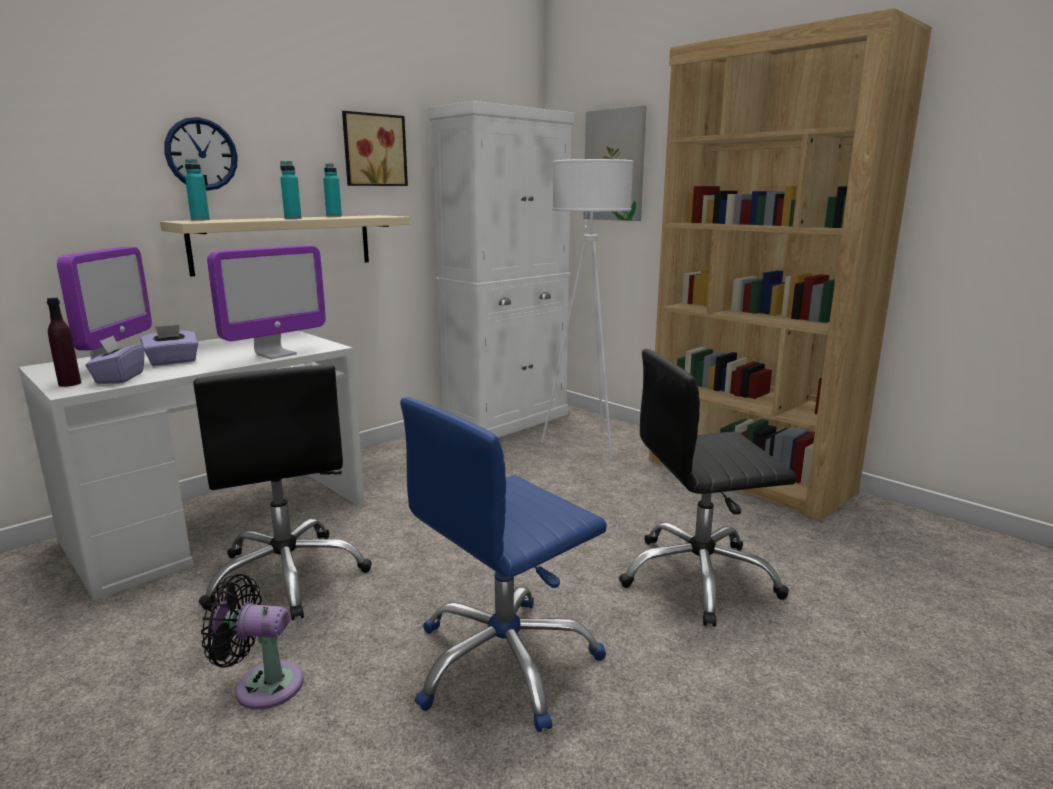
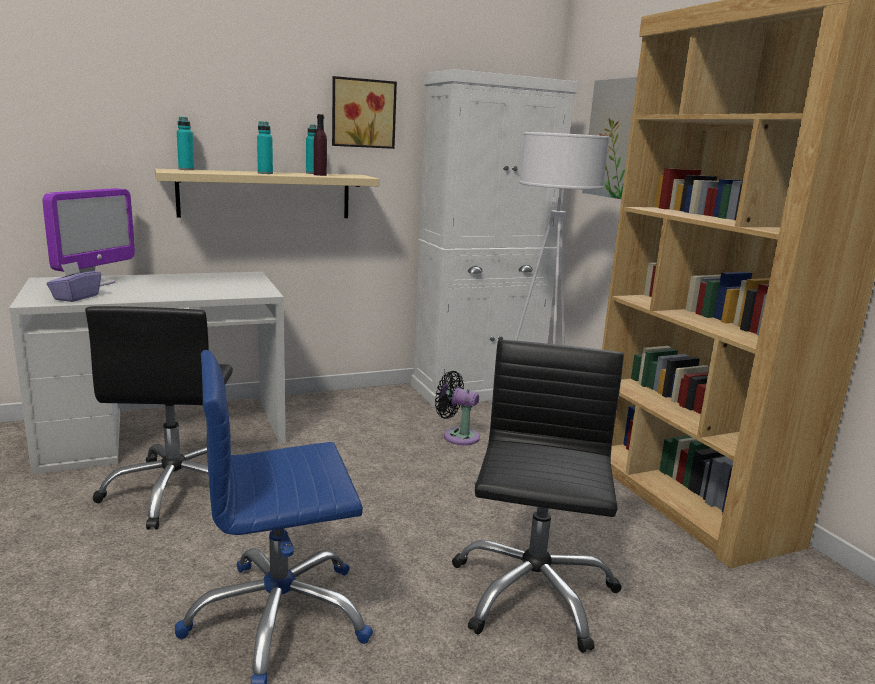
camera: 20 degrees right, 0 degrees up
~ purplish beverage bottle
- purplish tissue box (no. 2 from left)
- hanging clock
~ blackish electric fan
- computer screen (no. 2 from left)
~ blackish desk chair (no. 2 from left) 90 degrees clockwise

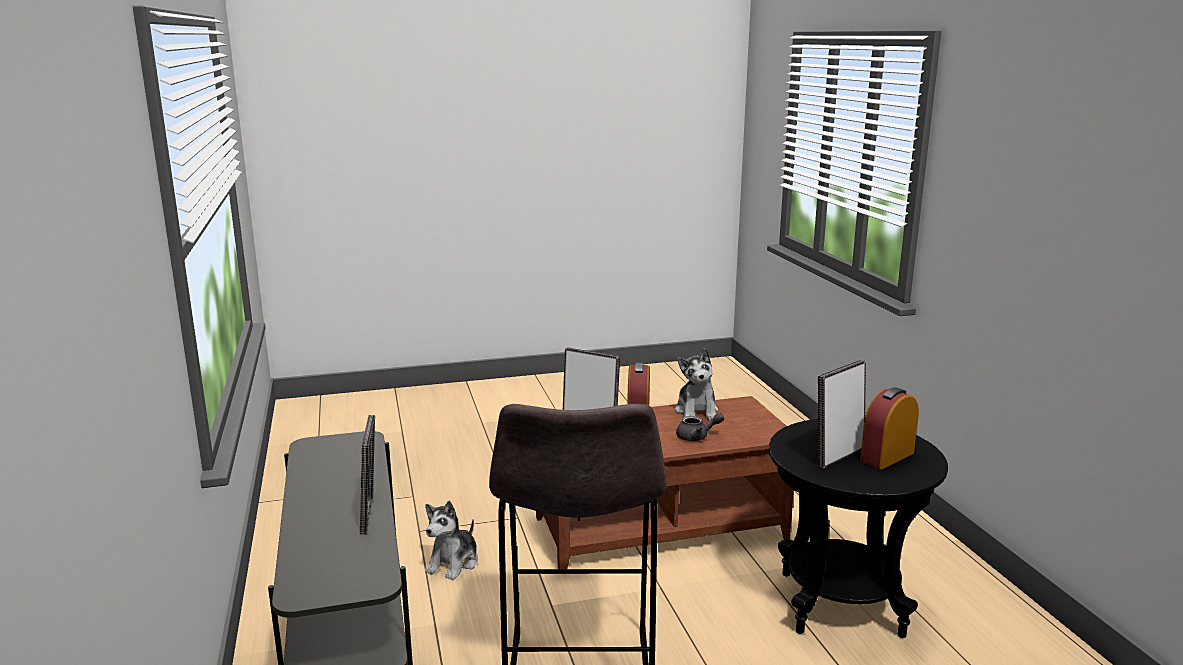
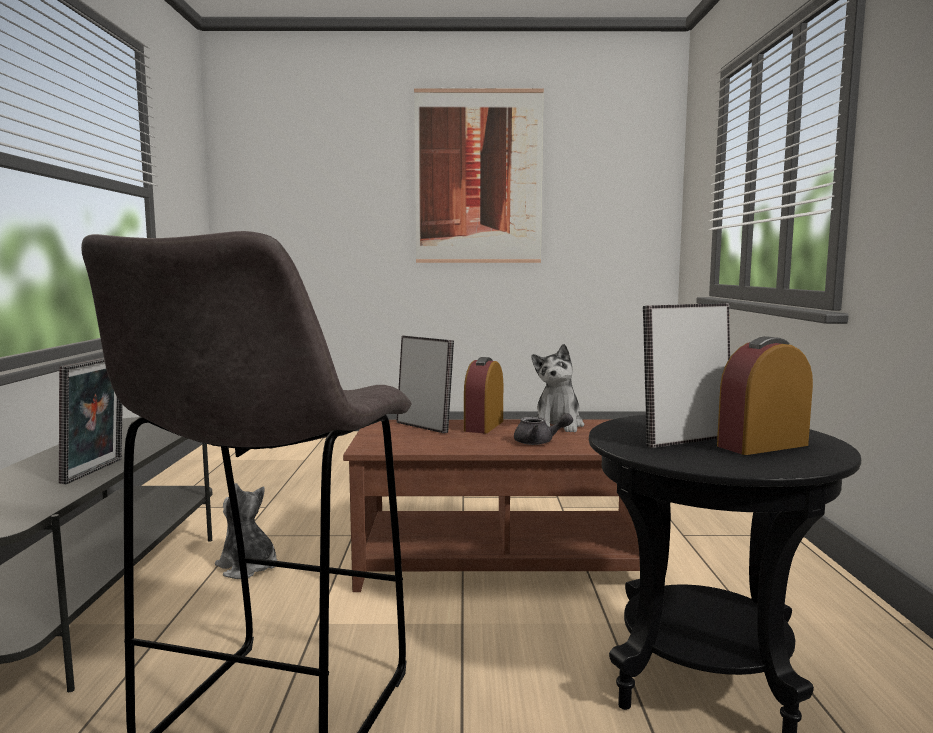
camera: 15 degrees right, 10 degrees down
~ plush toy (no. 1 from left) 90 degrees clockwise
+ wall picture

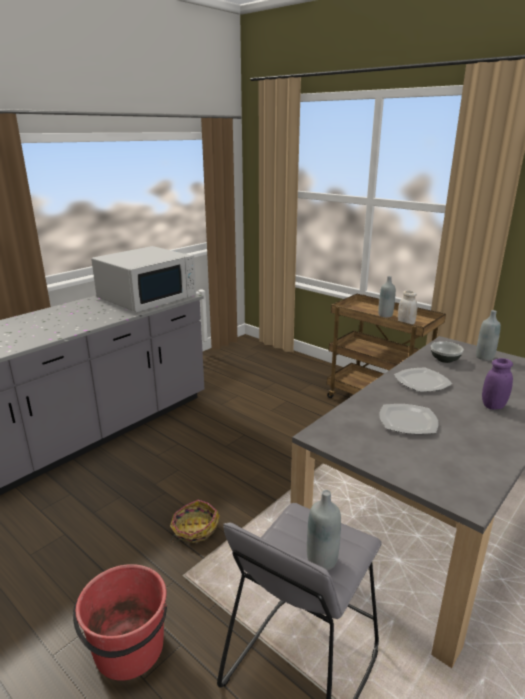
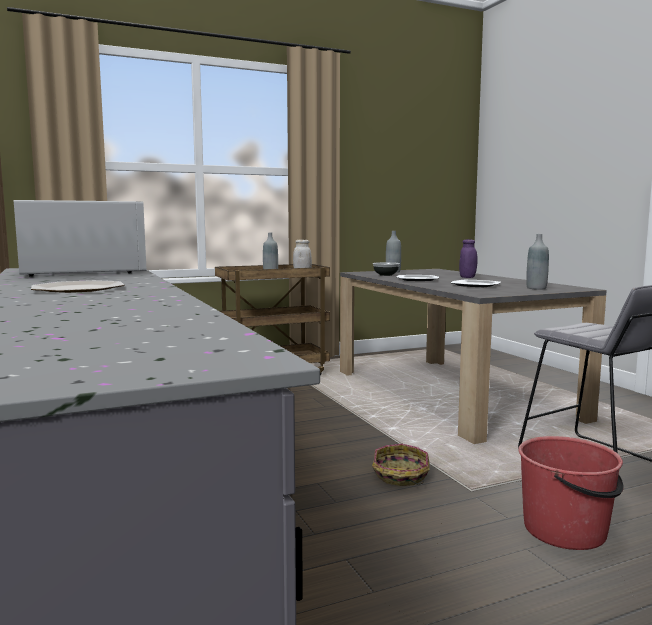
camera: 65 degrees left, 15 degrees down
~ greyish beverage bottle (no. 1 from left in the first image) to greyish beverage bottle (no. 3 from left)
+ dinner plate (no. 1 from left)

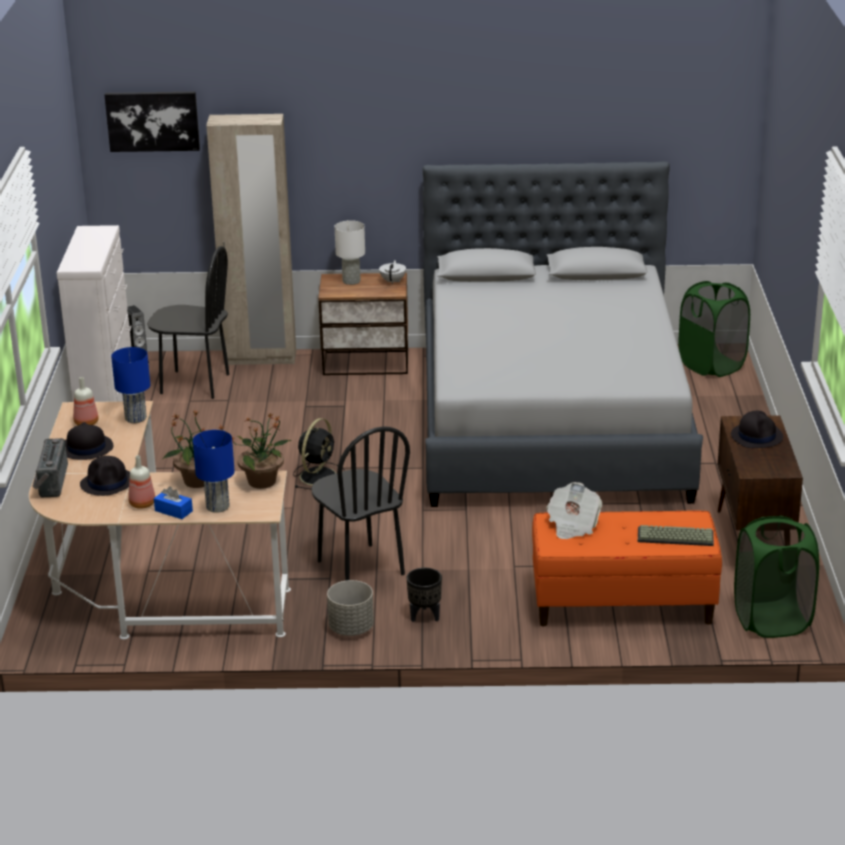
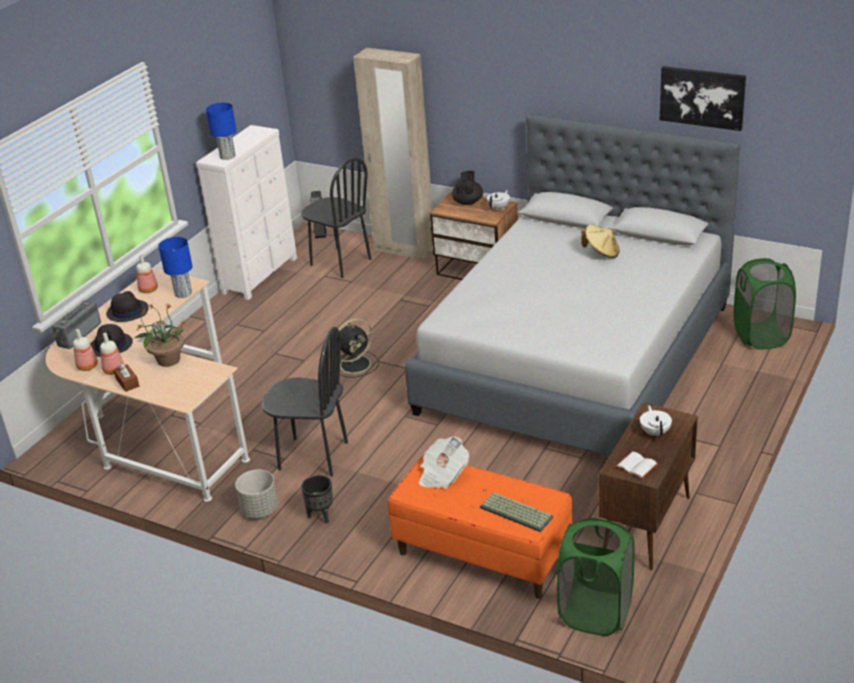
camera: 30 degrees right, 5 degrees up
~ wall picture
~ blue tissue box to brownish tissue box
~ blue tabletop lamp (no. 2 from left)
- plant in a pot (no. 2 from left)
~ blackish plain chair (no. 2 from left in the first image) 75 degrees counterclockwise
~ white tabletop lamp to blackish pot for tea
~ blackish hat (no. 3 from left) to white pot for tea (no. 2 from left)
+ beverage bottle (no. 1 from left)
+ sand-coloured hat
+ white bound book

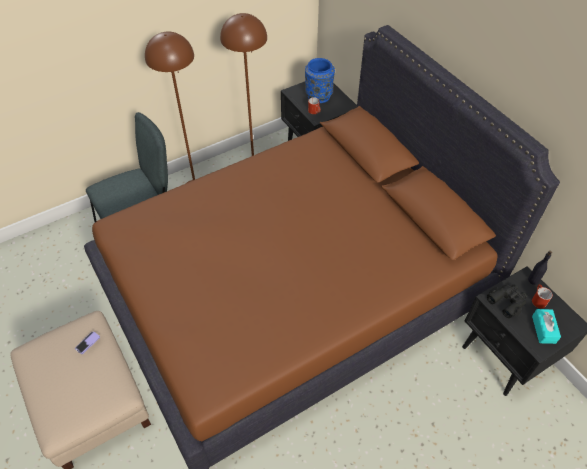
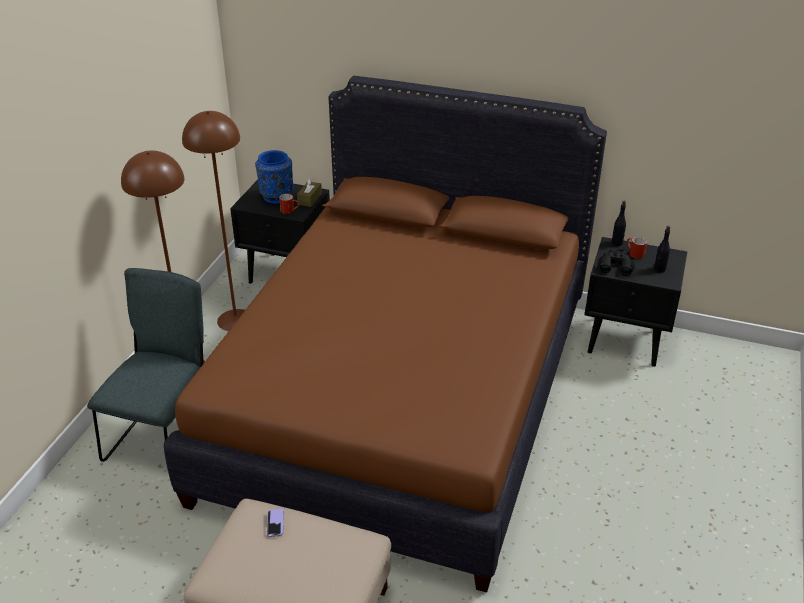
camera: 40 degrees left, 15 degrees down
~ turquoise-coloured tissue box to blackish beverage bottle (no. 2 from left)
+ brownish tissue box

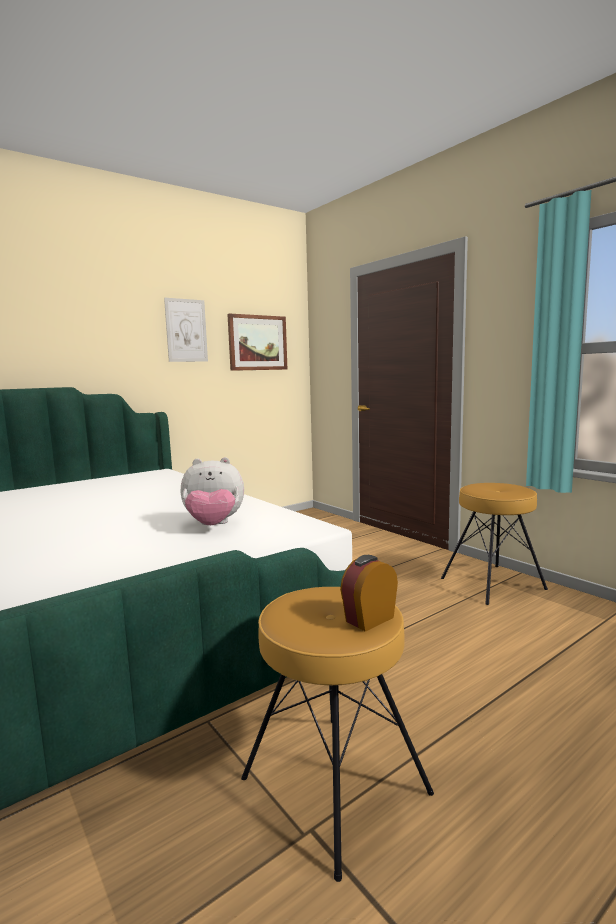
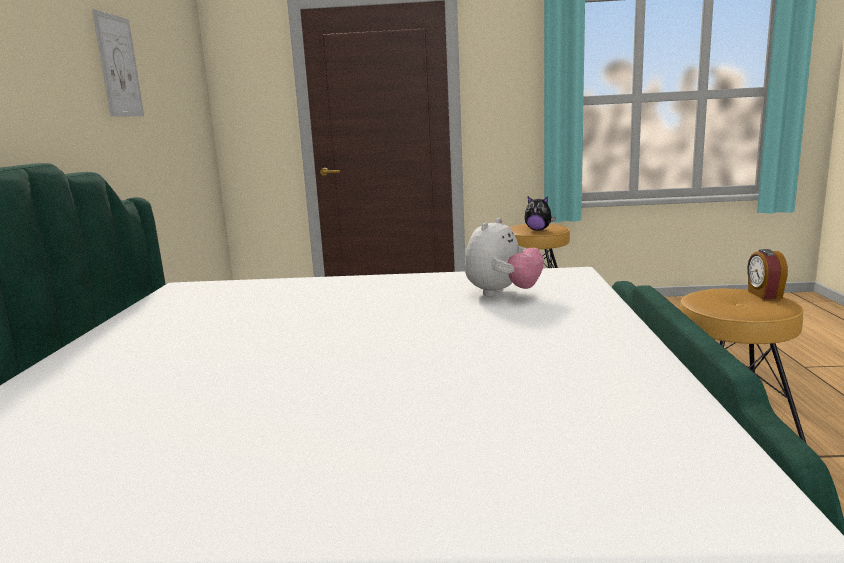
camera: 50 degrees left, 5 degrees up
- wall picture (no. 2 from left)
+ plush toy (no. 2 from left)

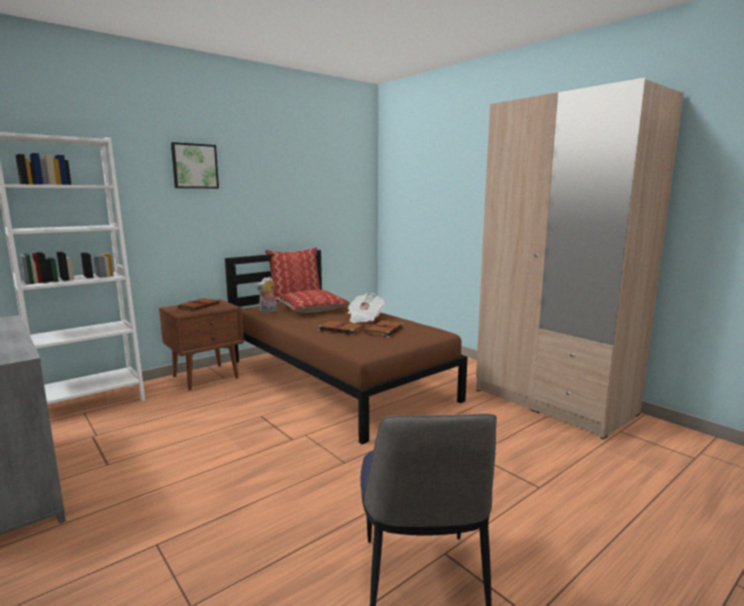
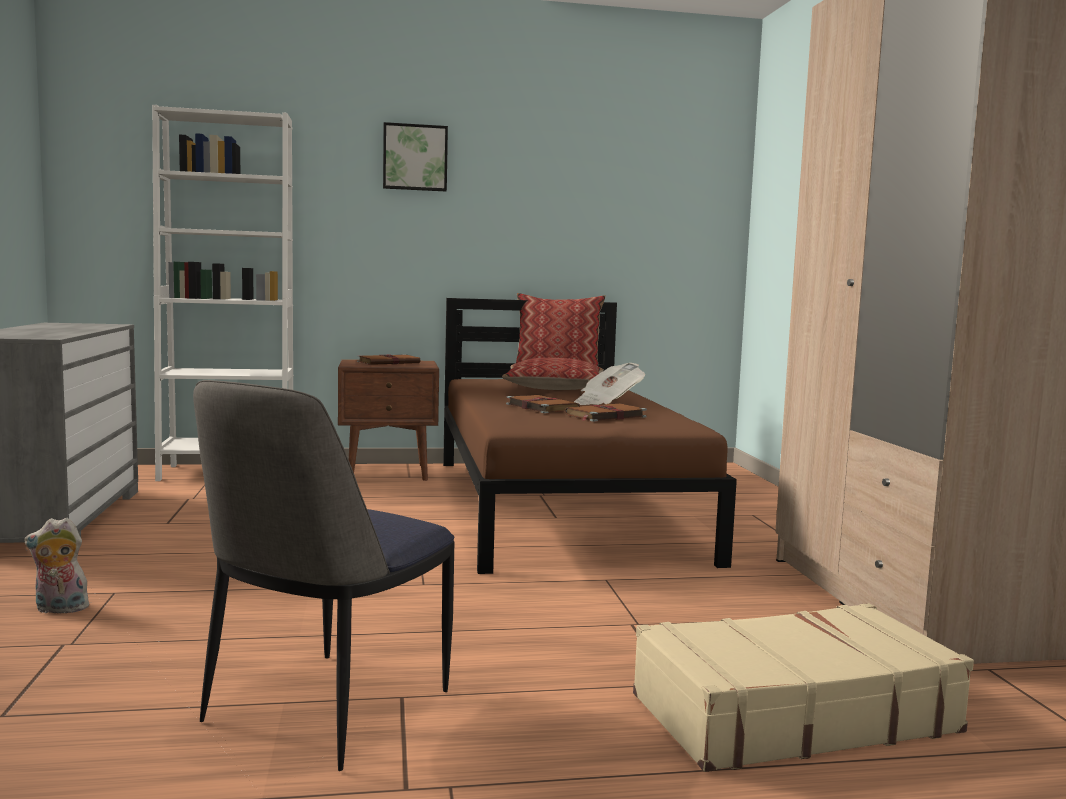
camera: 30 degrees right, 5 degrees down
~ plush toy
+ sand-coloured piece of luggage

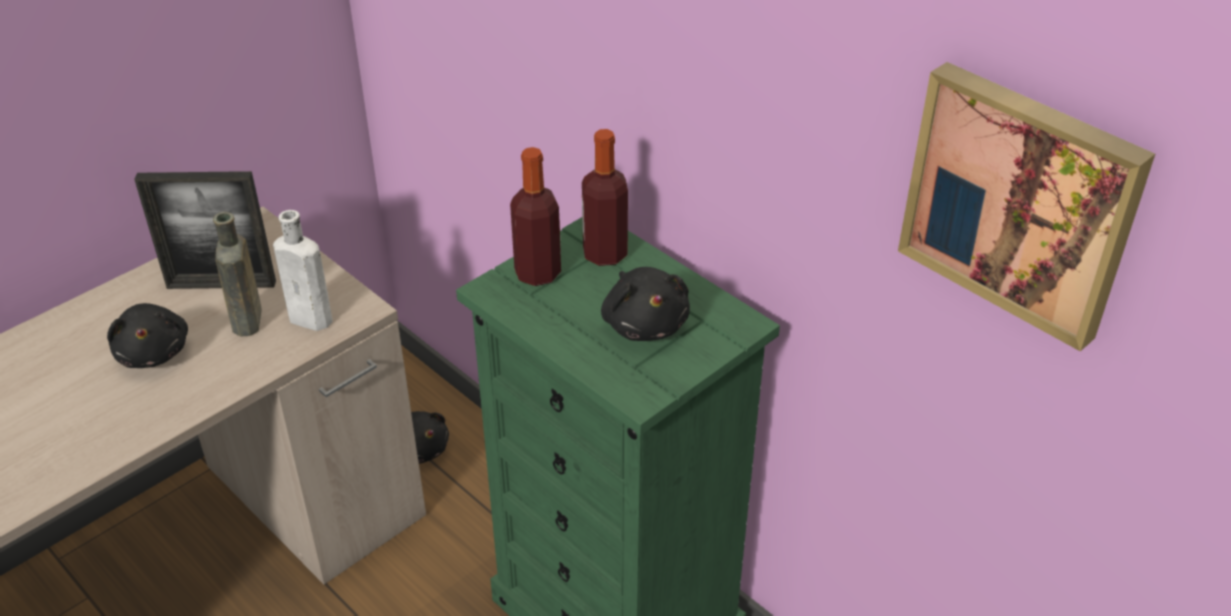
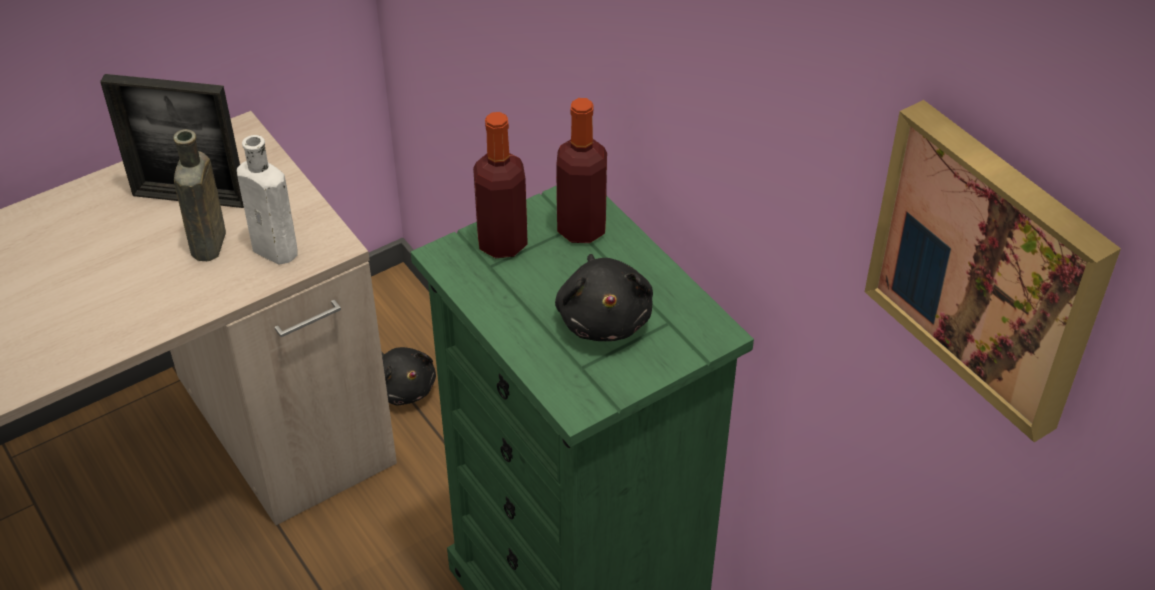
camera: 10 degrees right, 5 degrees up
- blackish plush toy (no. 1 from left)

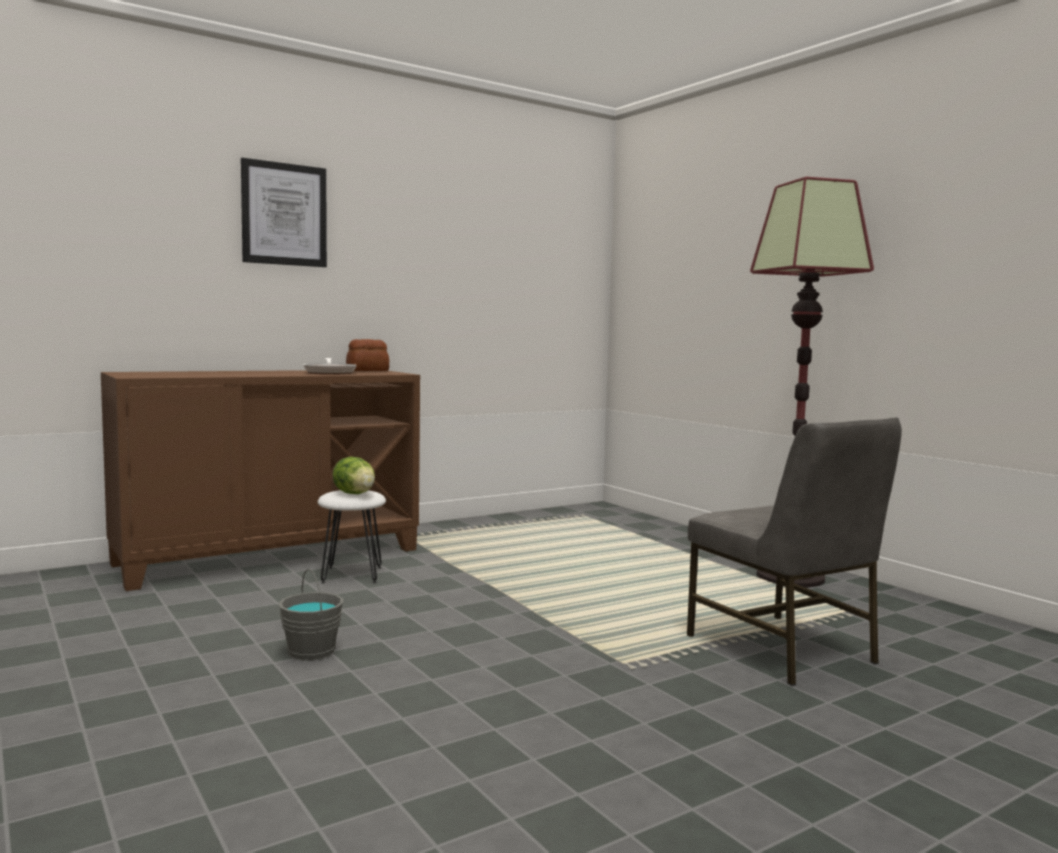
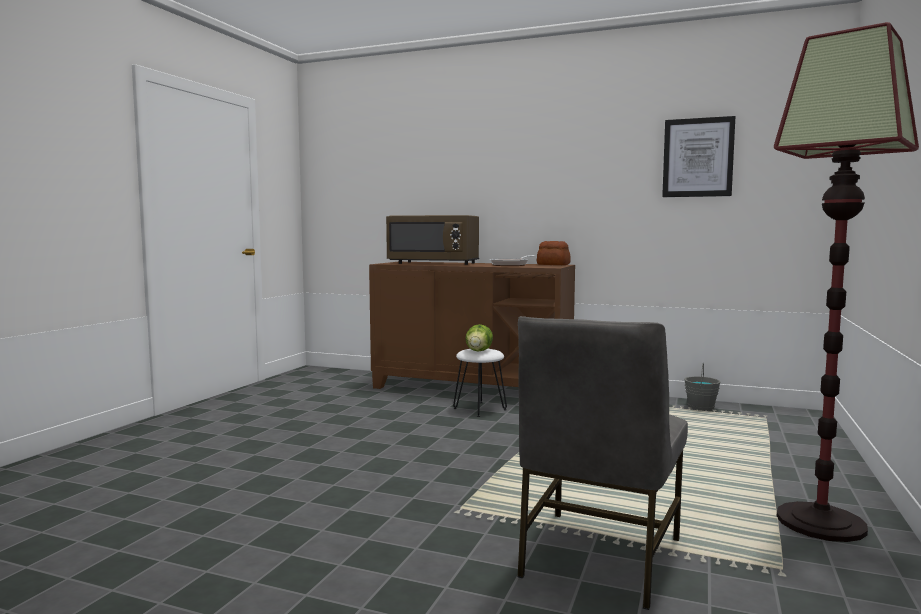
camera: 55 degrees right, 0 degrees up
~ wall picture
~ greyish bucket
+ brownish microwave

